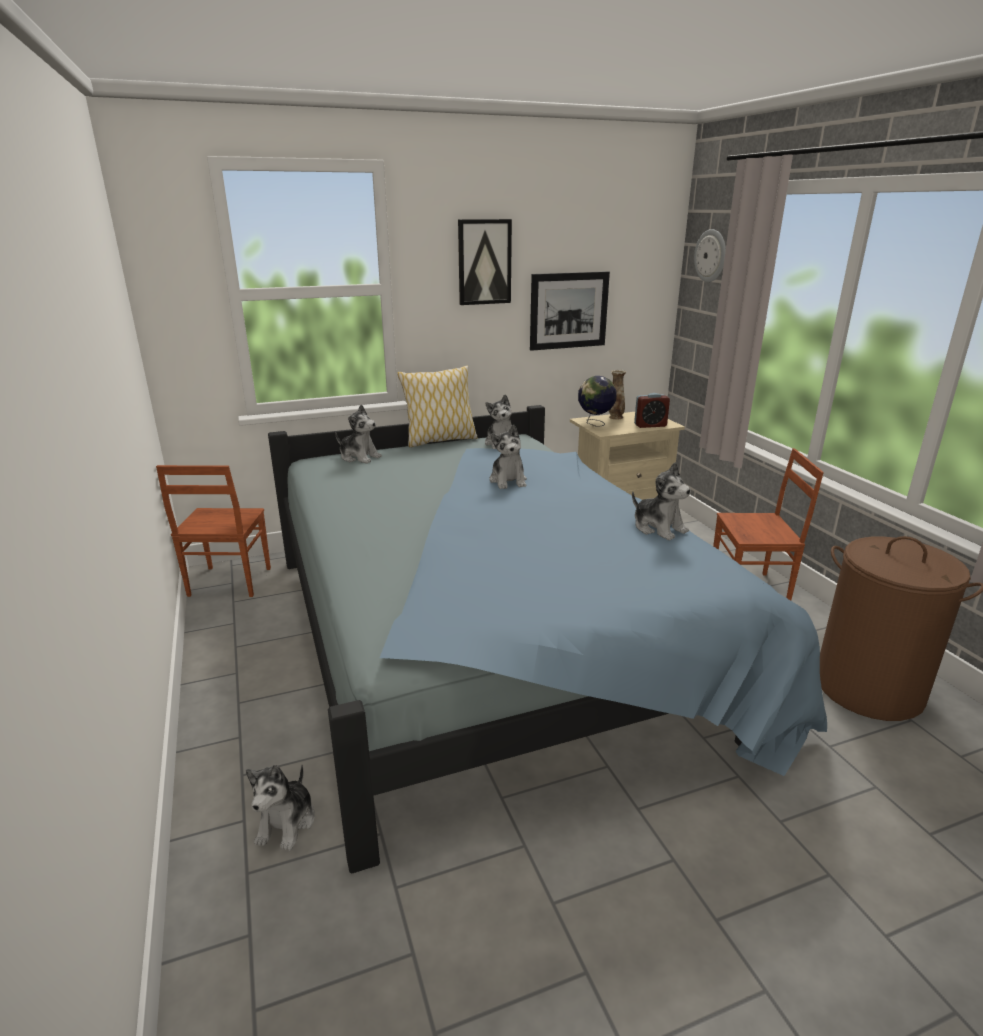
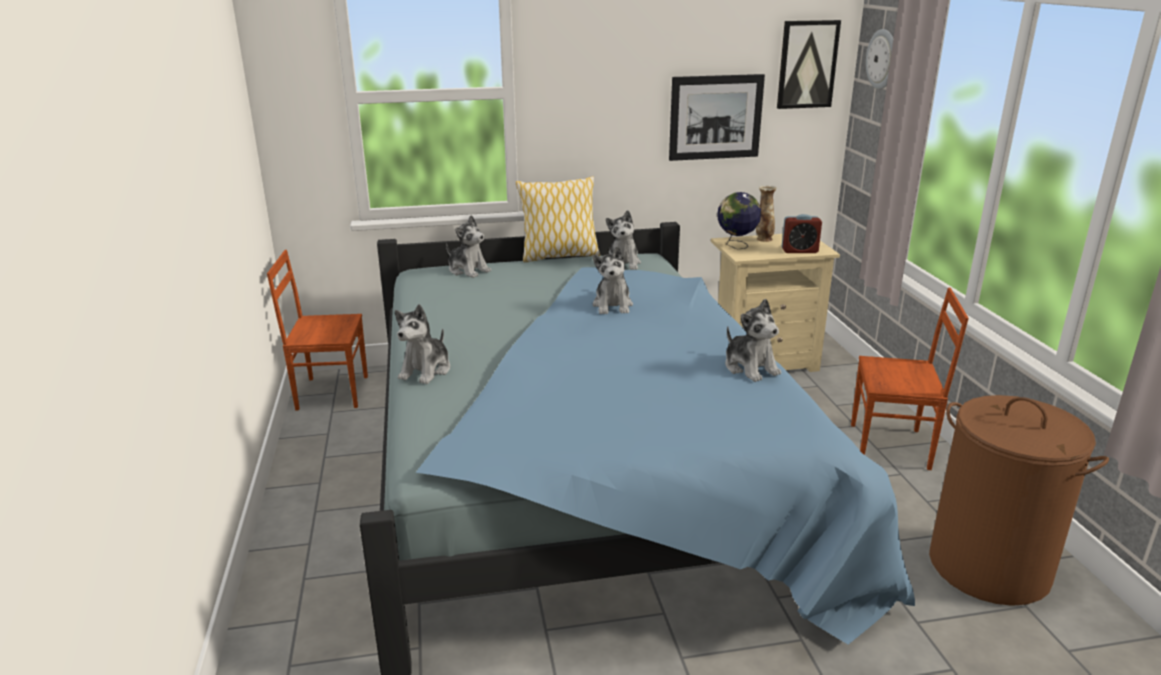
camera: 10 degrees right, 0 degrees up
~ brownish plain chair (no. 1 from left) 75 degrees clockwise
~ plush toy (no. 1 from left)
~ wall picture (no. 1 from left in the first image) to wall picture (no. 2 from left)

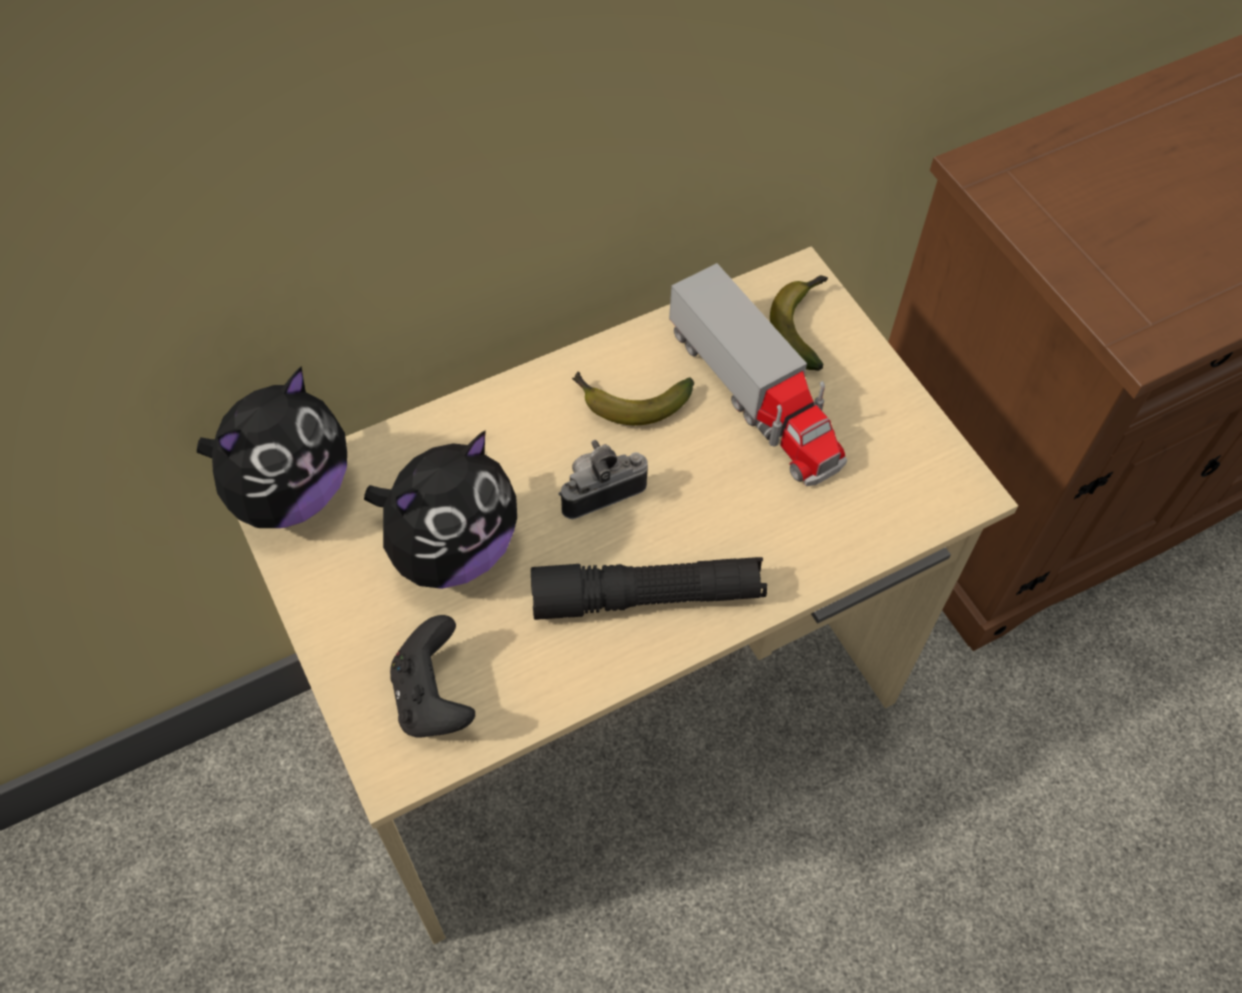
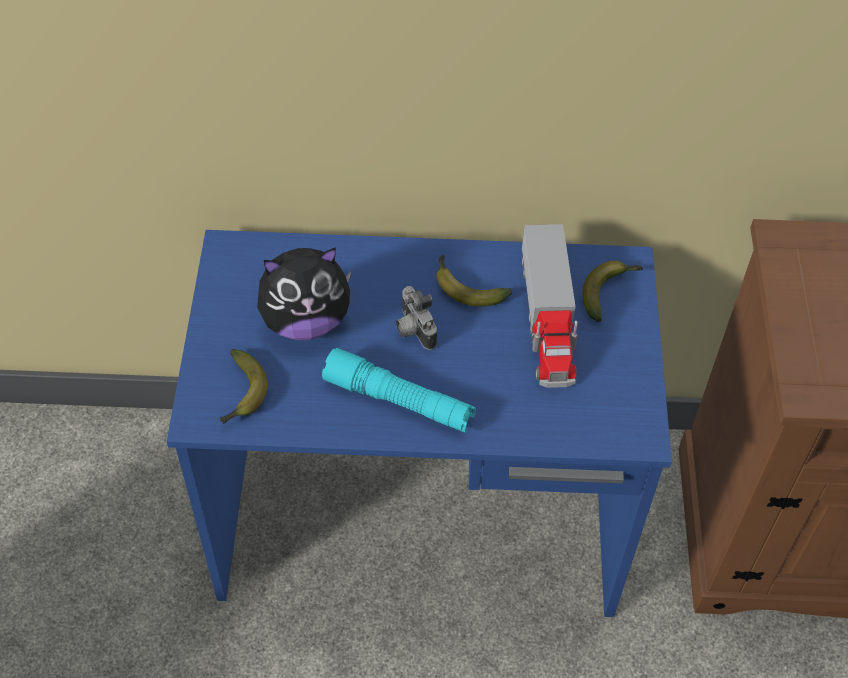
camera: 30 degrees right, 5 degrees down
- plush toy (no. 1 from left)
~ sand-coloured desk table to blue desk table
~ blackish game controller to banana (no. 1 from left)
~ blackish flashlight to turquoise-coloured flashlight
~ still camera 120 degrees counterclockwise

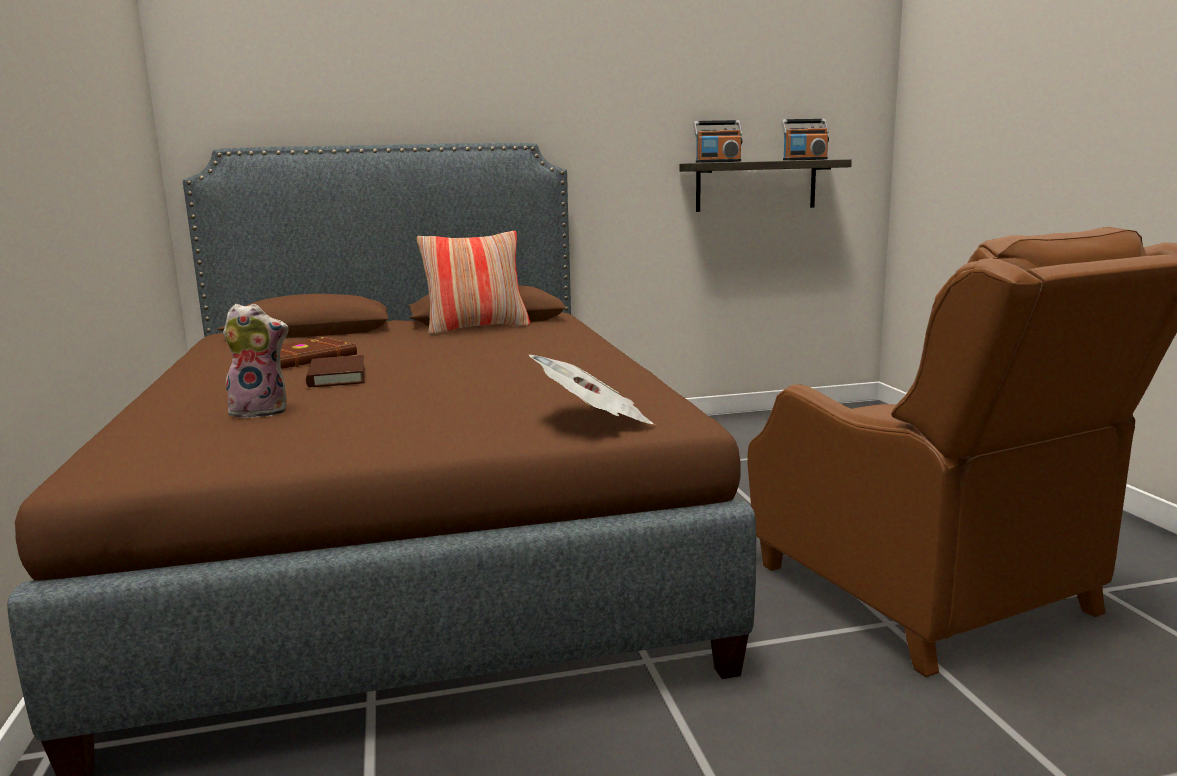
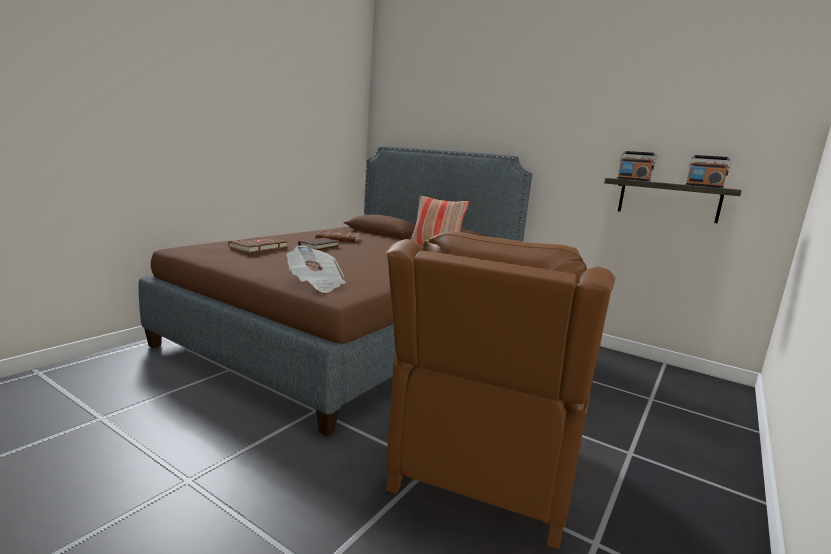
camera: 45 degrees right, 0 degrees up
~ plush toy to brownish bound book (no. 1 from left)

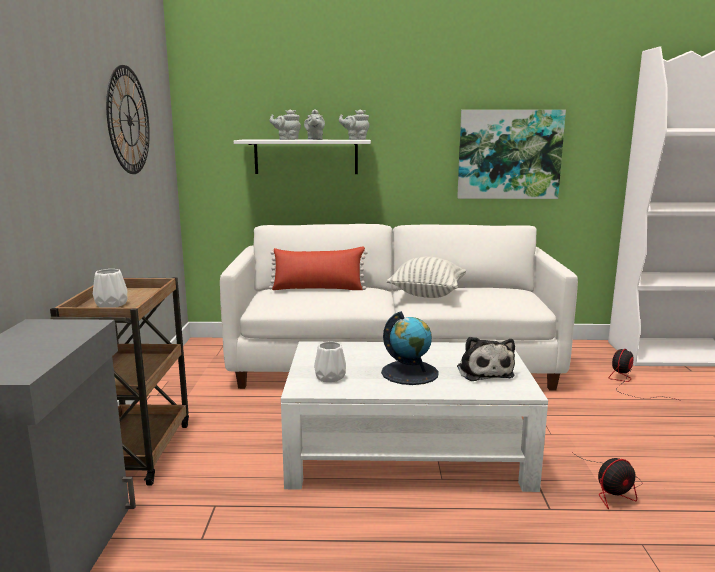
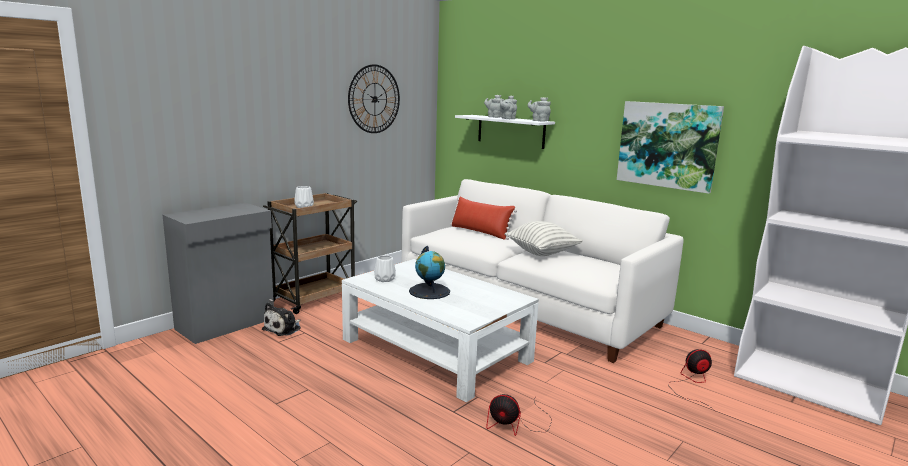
camera: 40 degrees right, 0 degrees up
~ plush toy

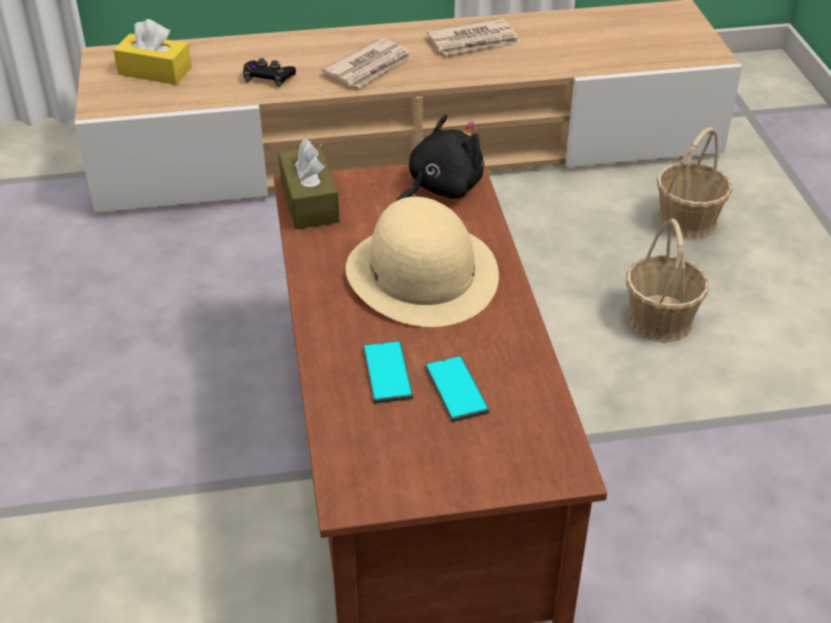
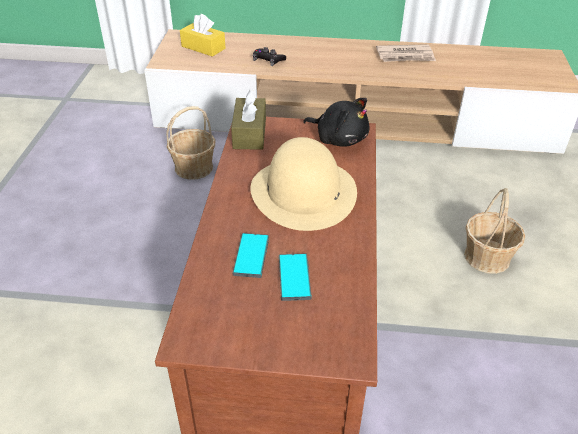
camera: 15 degrees right, 0 degrees up
- newspaper (no. 1 from left)
~ blackish plush toy 60 degrees clockwise
~ household basket (no. 2 from left in the first image) to household basket (no. 1 from left)

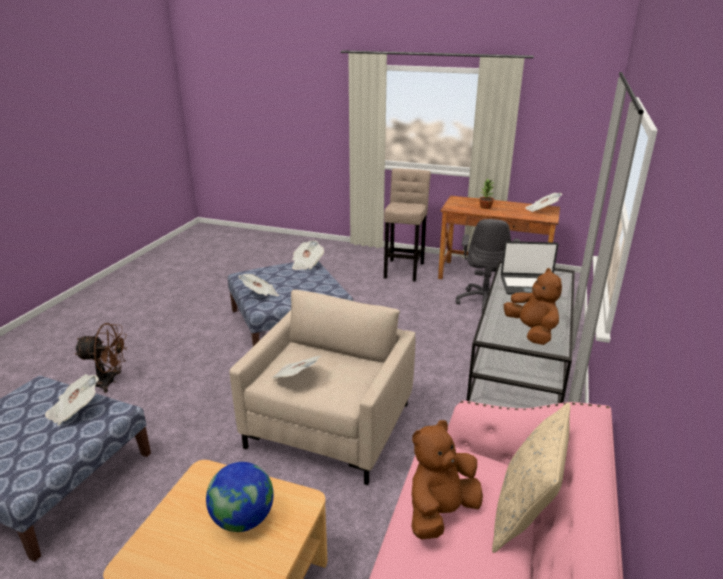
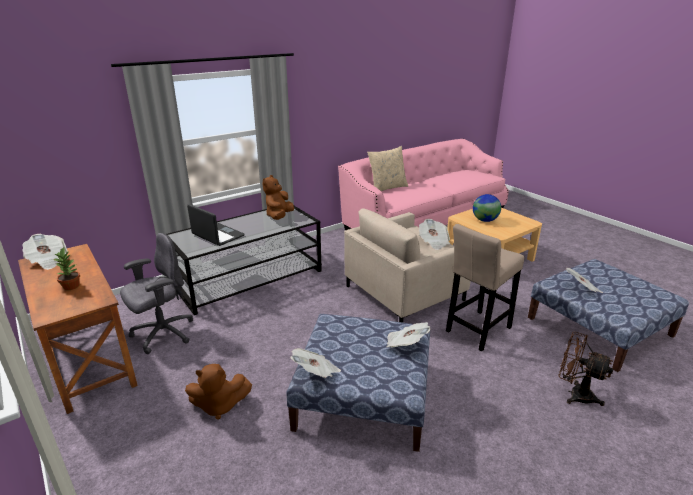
camera: 145 degrees left, 0 degrees up
~ sand-coloured stool
~ brownish plush toy (no. 1 from left)

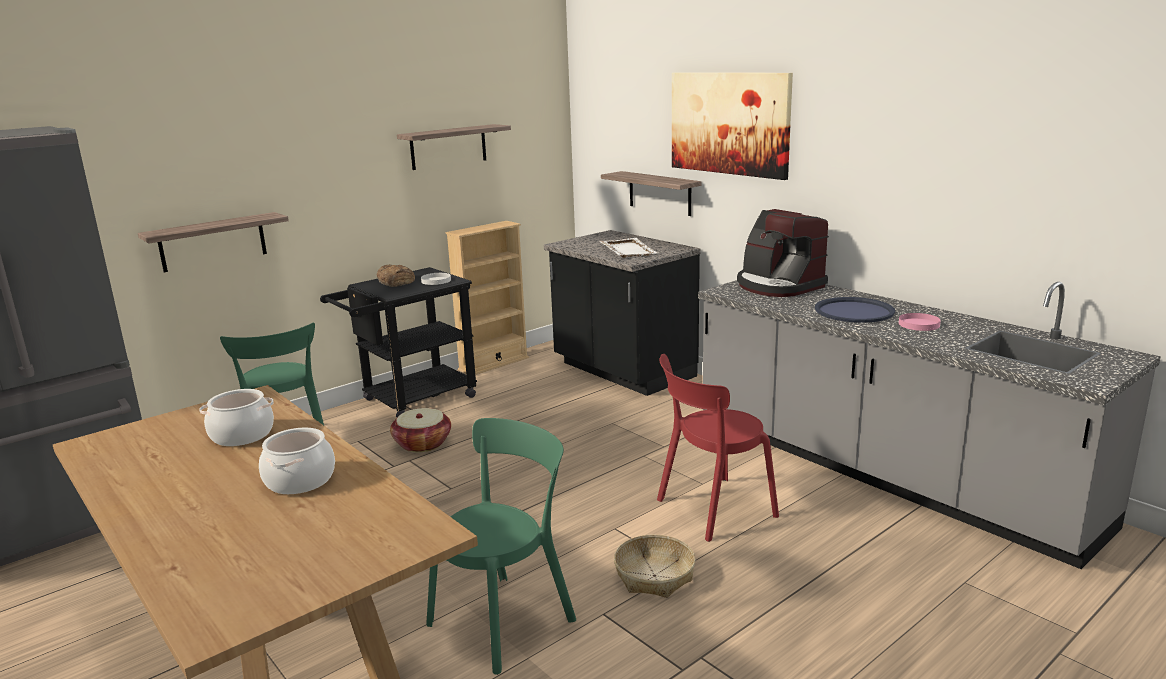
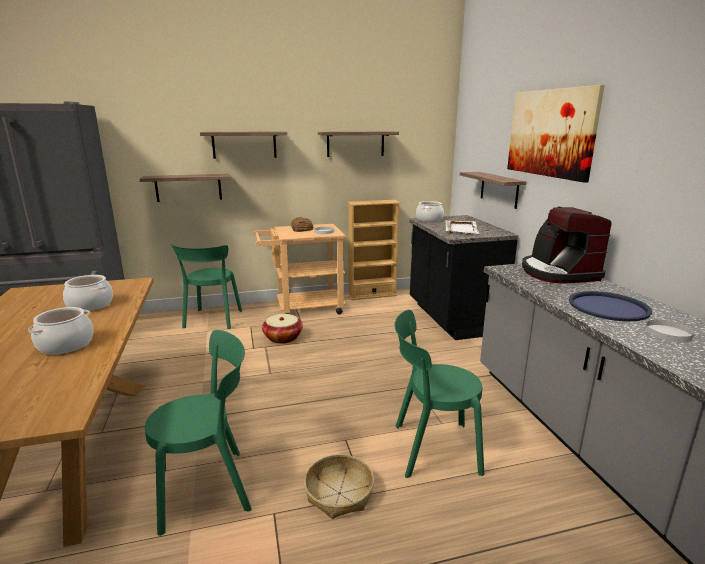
camera: 25 degrees right, 0 degrees up
~ blackish wheeled cart to sand-coloured wheeled cart
~ red-coloured plain chair to green-coloured plain chair (no. 3 from left)
~ pink dinner plate to white dinner plate (no. 2 from left)
+ wall shelf (no. 2 from left)
+ saucepot (no. 3 from left)

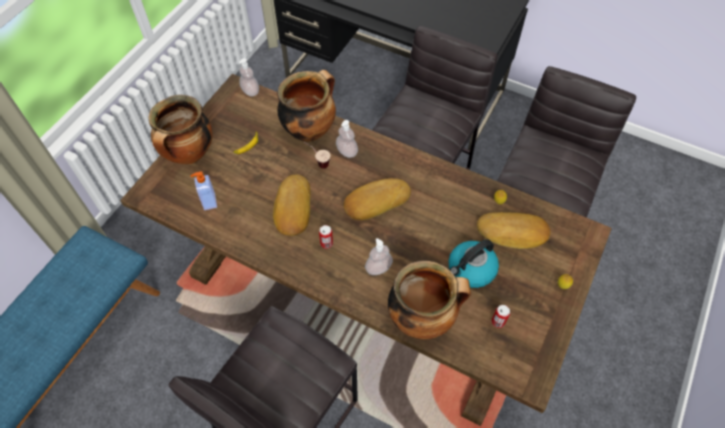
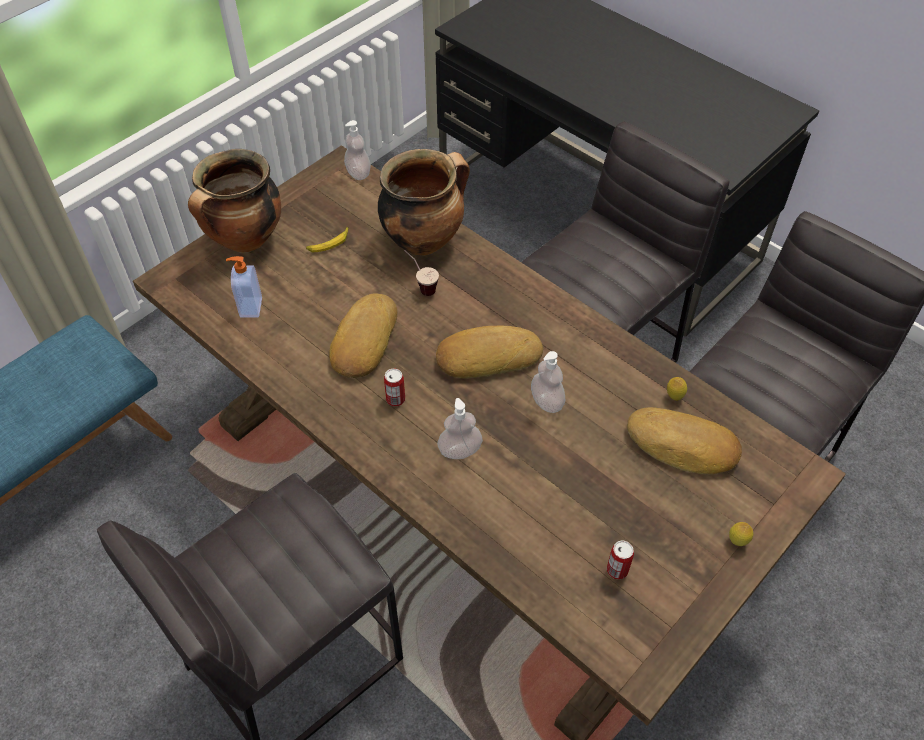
camera: 15 degrees right, 5 degrees down
~ soap bottle (no. 3 from left in the first image) to soap bottle (no. 4 from left)
- saucepot (no. 3 from left)
- kettle

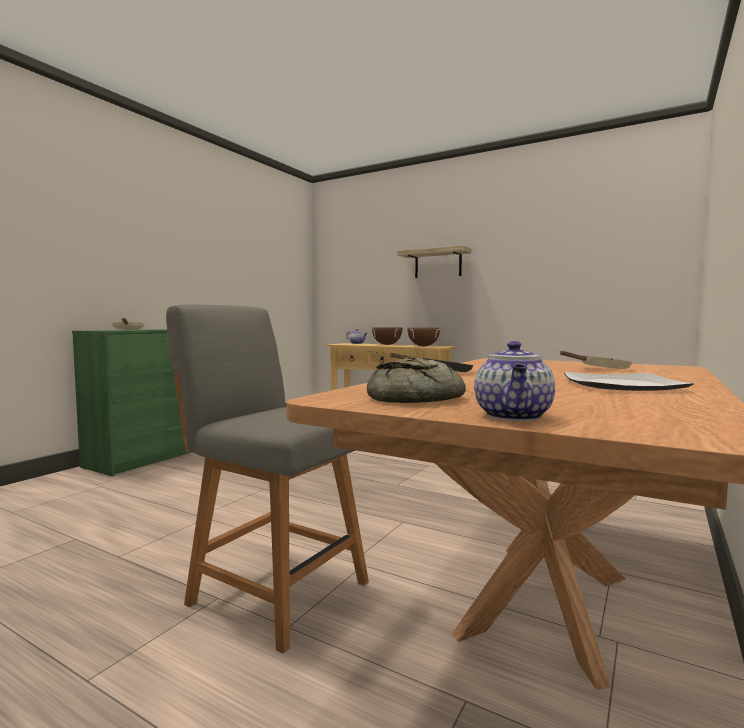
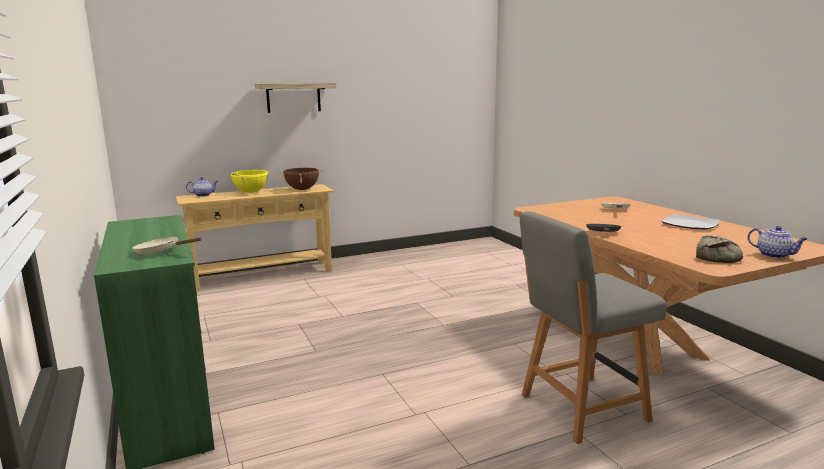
camera: 55 degrees left, 10 degrees up
~ brownish saucepot (no. 1 from left) to yellow saucepot

